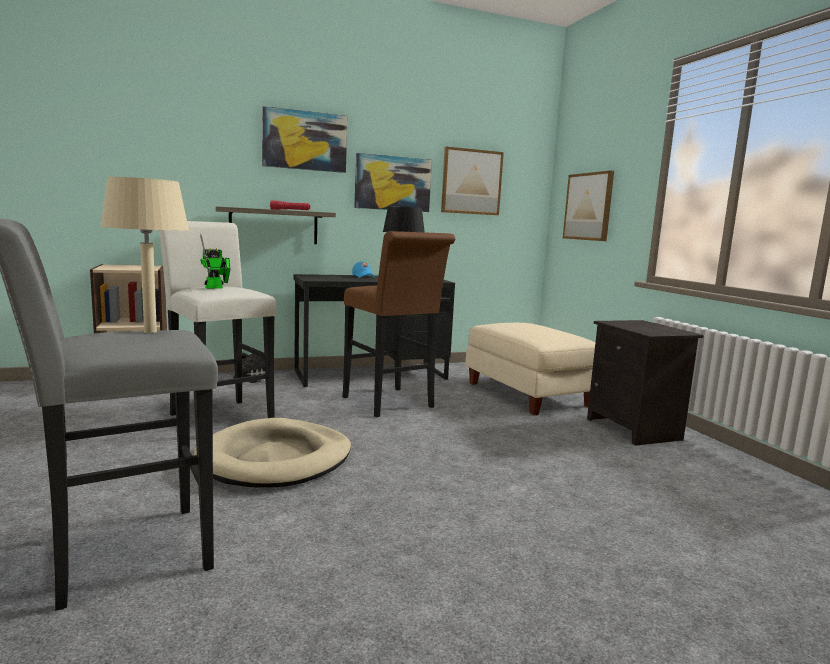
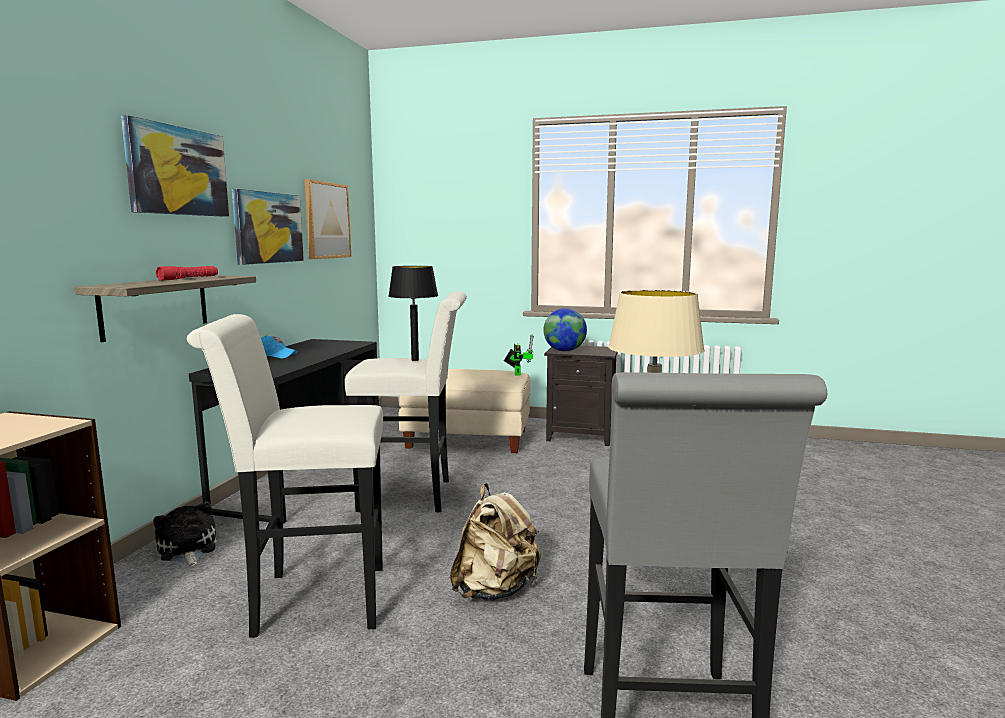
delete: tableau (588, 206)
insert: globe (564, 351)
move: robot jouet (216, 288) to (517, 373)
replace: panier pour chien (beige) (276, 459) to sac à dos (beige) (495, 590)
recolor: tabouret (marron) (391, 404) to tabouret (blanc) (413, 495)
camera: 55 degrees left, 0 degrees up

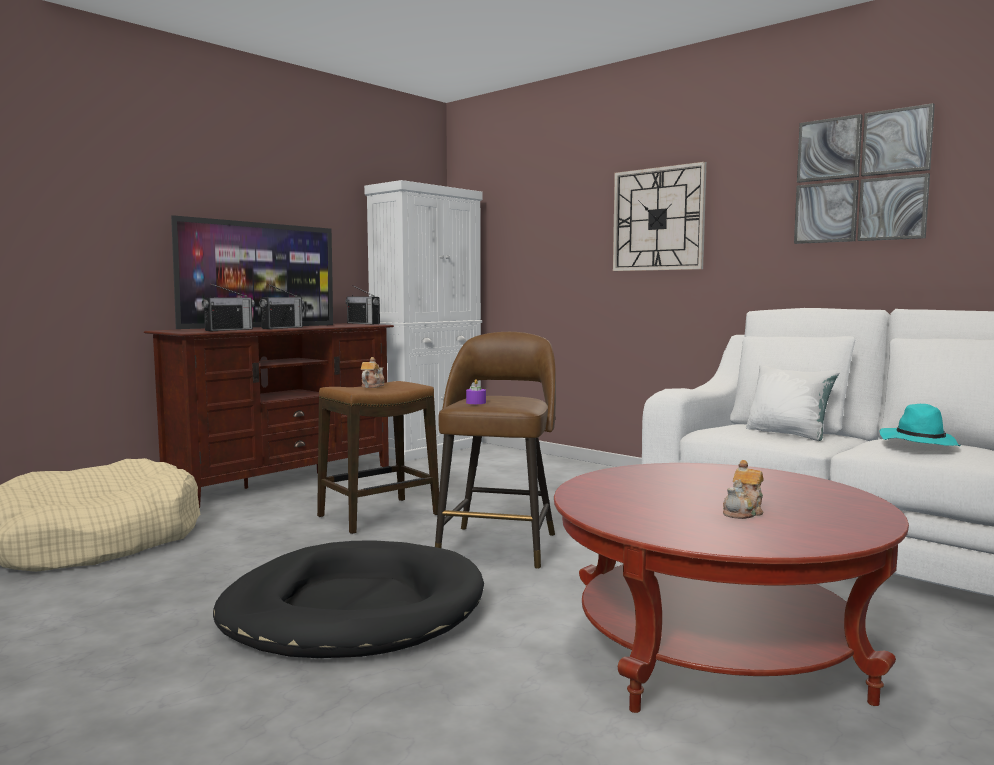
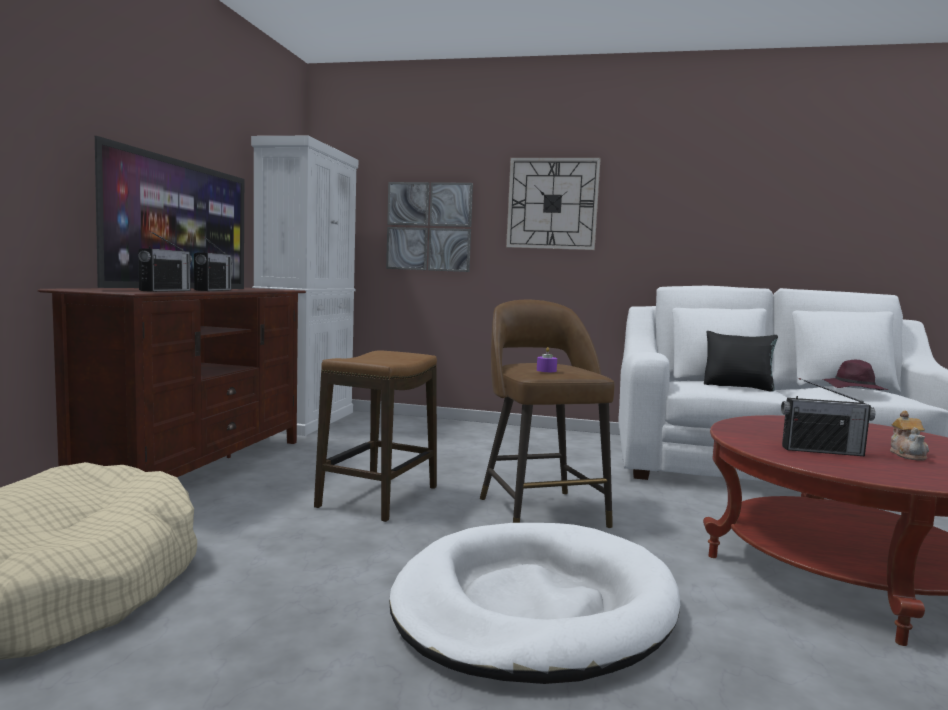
delete: théière (372, 386)
move: radio (363, 323) to (821, 451); tableau (860, 178) to (429, 227)
recolor: panier pour chien (noir) (353, 609) to panier pour chien (blanc) (533, 607); coussin (blanc) (788, 434) to coussin (noir) (738, 387); chapeau (turquoise) (918, 442) to chapeau (violet) (853, 389)
camera: 30 degrees left, 0 degrees up

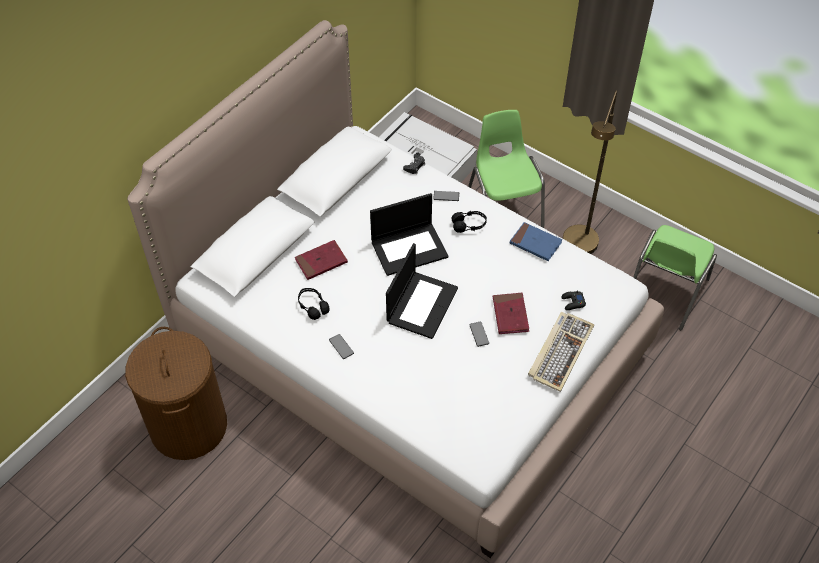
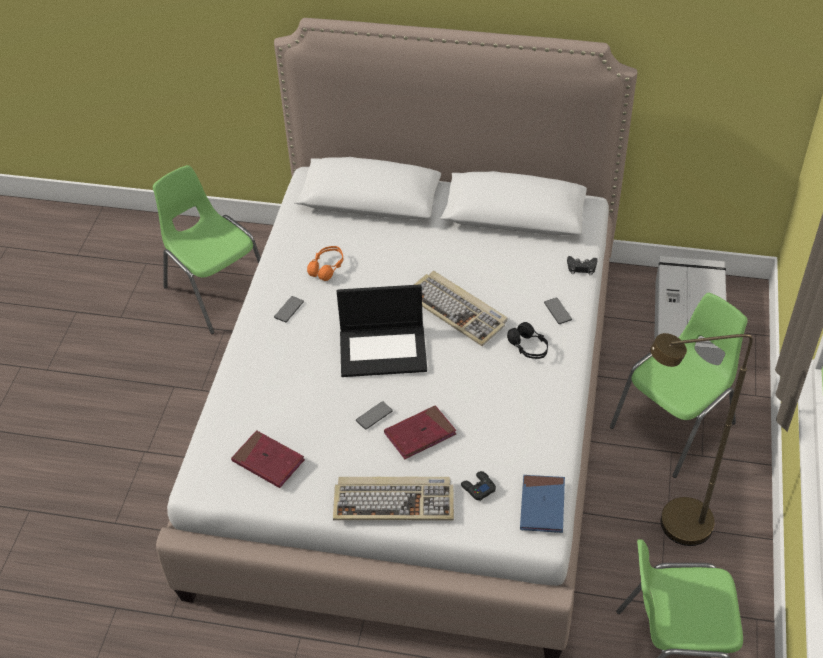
move: livre (rouge) (321, 261) to (268, 461); livre (bleu) (535, 243) to (542, 505)
replace: panier à linge (marron) (188, 426) to chaise (vert) (216, 291); ordinateur portable (409, 248) to clavier (457, 310)
recolor: casque audio (noir) (313, 306) to casque audio (orange) (327, 268)
camera: 65 degrees right, 5 degrees down

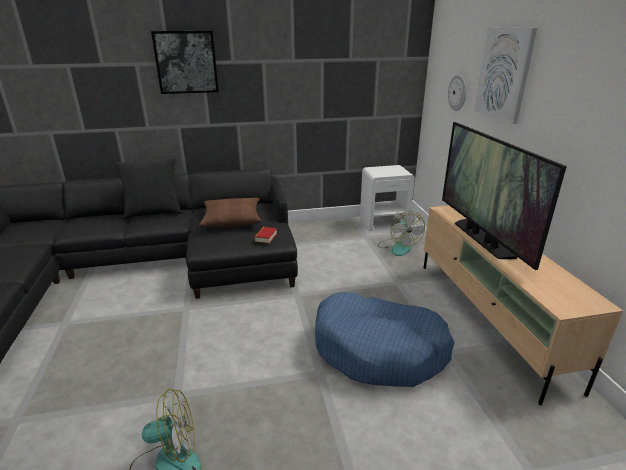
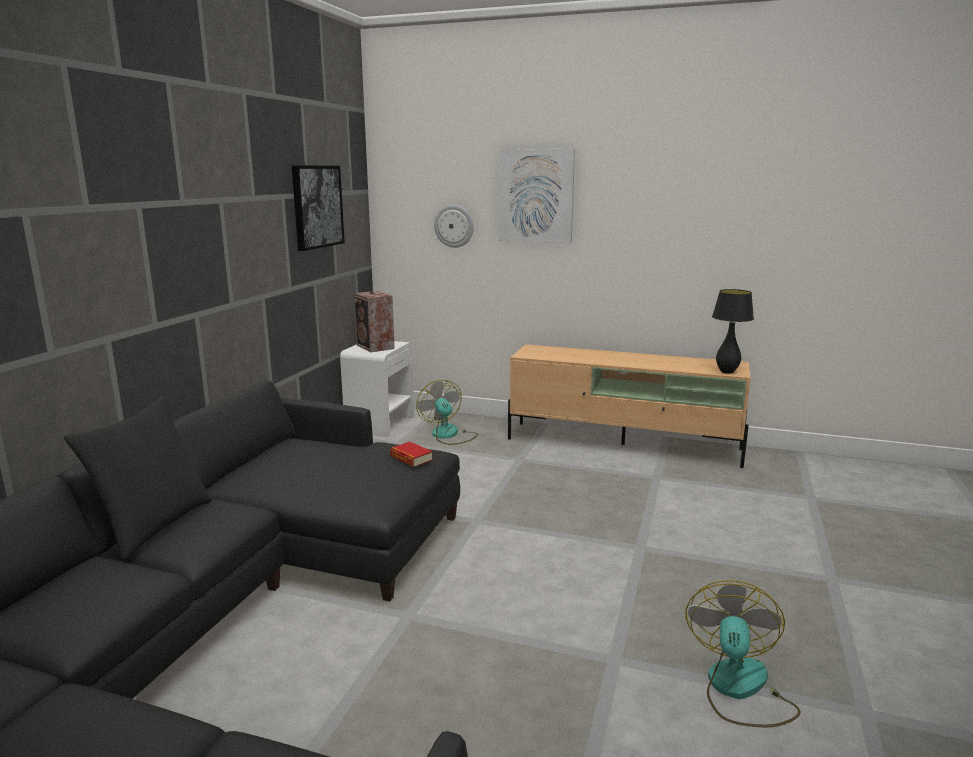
delete: coussin (marron) (232, 219); panier pour chien (bleu) (379, 349); téléviseur (482, 239)
insert: enceinte (375, 347); lampe de table (noir) (727, 372)
move: tableau (186, 62) to (317, 206)
rotate: ventilateur (398, 247) = (449, 435) 135 degrees counterclockwise
camera: 60 degrees left, 10 degrees down

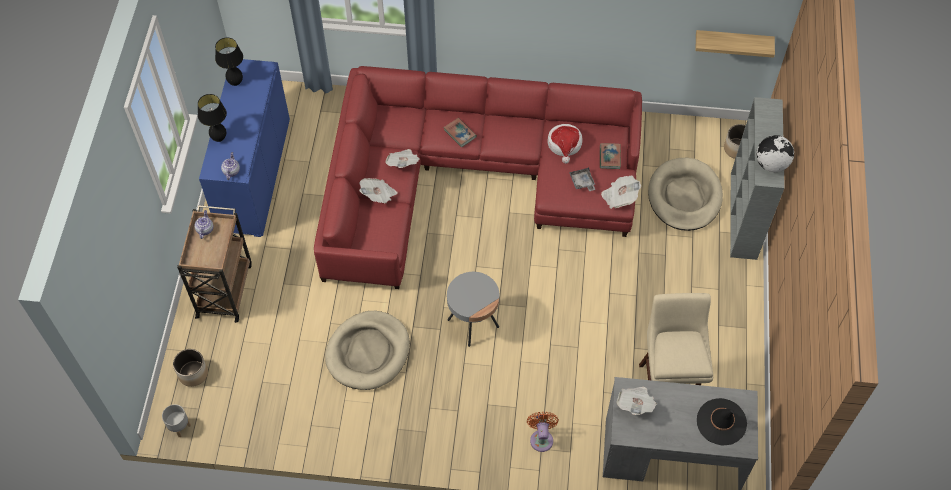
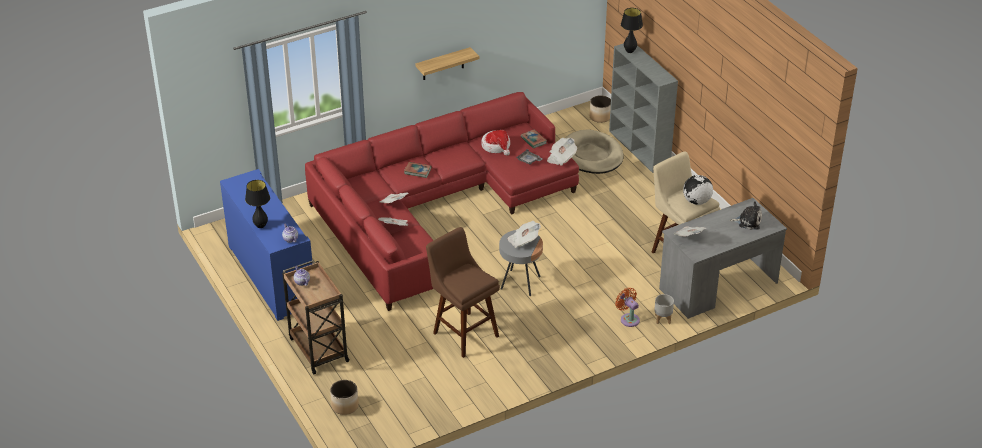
insert: journal (523, 240)
move: cache-pot (gris) (179, 426) to (662, 319); lampe de table (noir) (235, 82) to (630, 51); étagère (733, 42) to (443, 64); globe (771, 164) to (696, 201)
replace: panier pour chien (beige) (368, 352) to tabouret (marron) (463, 332); chapeau (noir) (721, 422) to peluche (748, 221)
camera: 35 degrees left, 20 degrees down

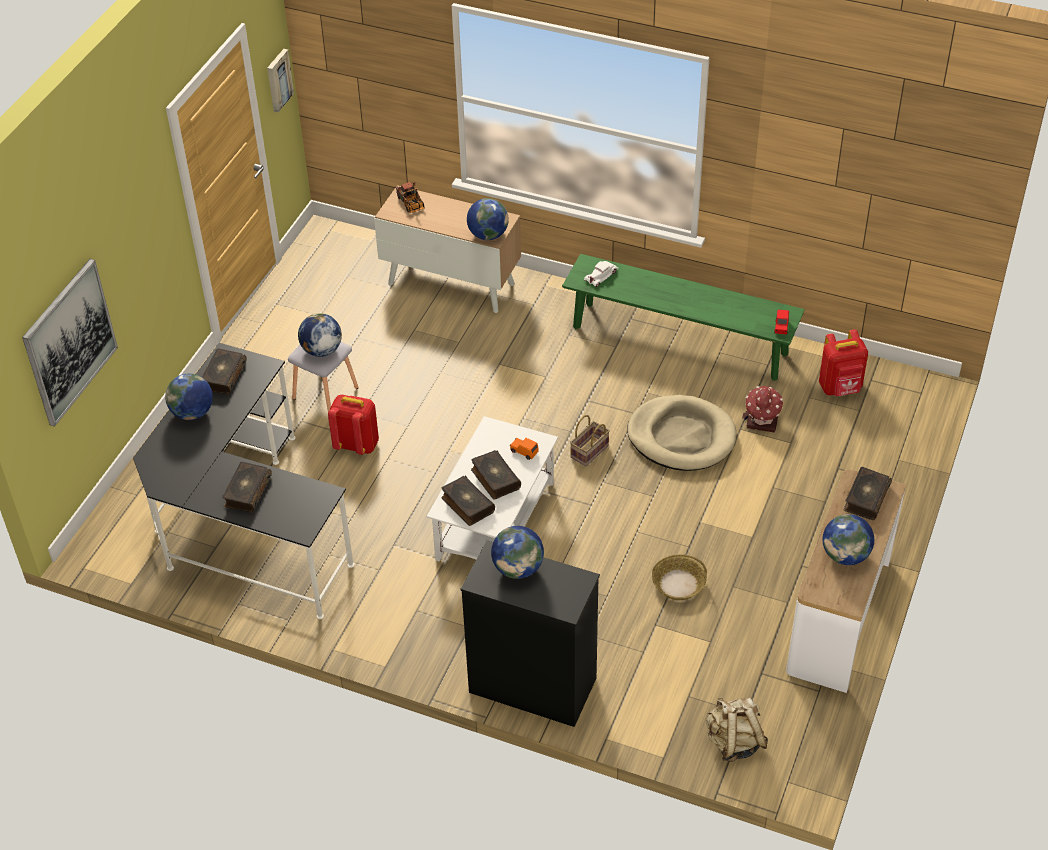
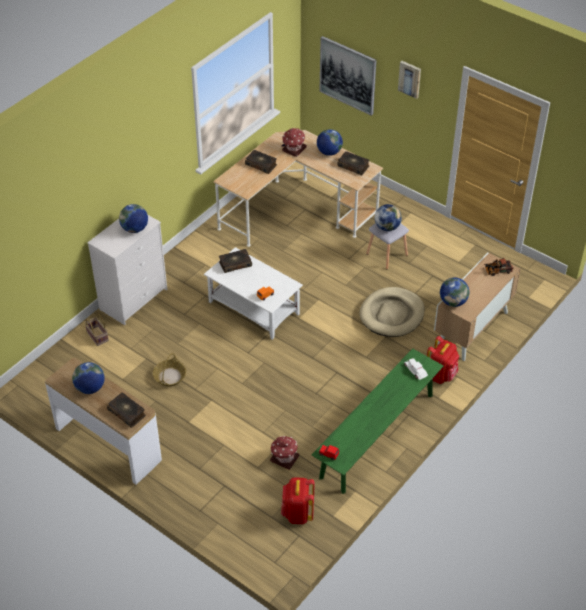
delete: livre (495, 479); sac à dos (beige) (734, 742)
insert: maison miniature (293, 149)
move: tableau (278, 80) to (410, 79); sac à dos (rouge) (357, 444) to (441, 375); panier (589, 452) to (96, 336); panier pour chien (beige) (681, 437) to (392, 314)
recolor: bureau (noir) (244, 524) to bureau (beige) (296, 210); commode (noir) (531, 685) to commode (blanc) (134, 299)
camera: 105 degrees right, 0 degrees up

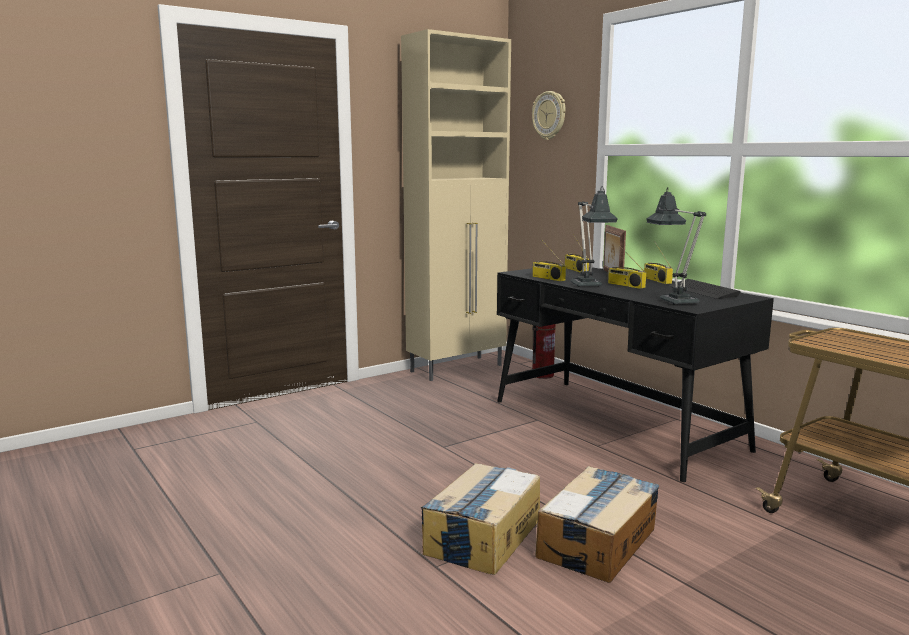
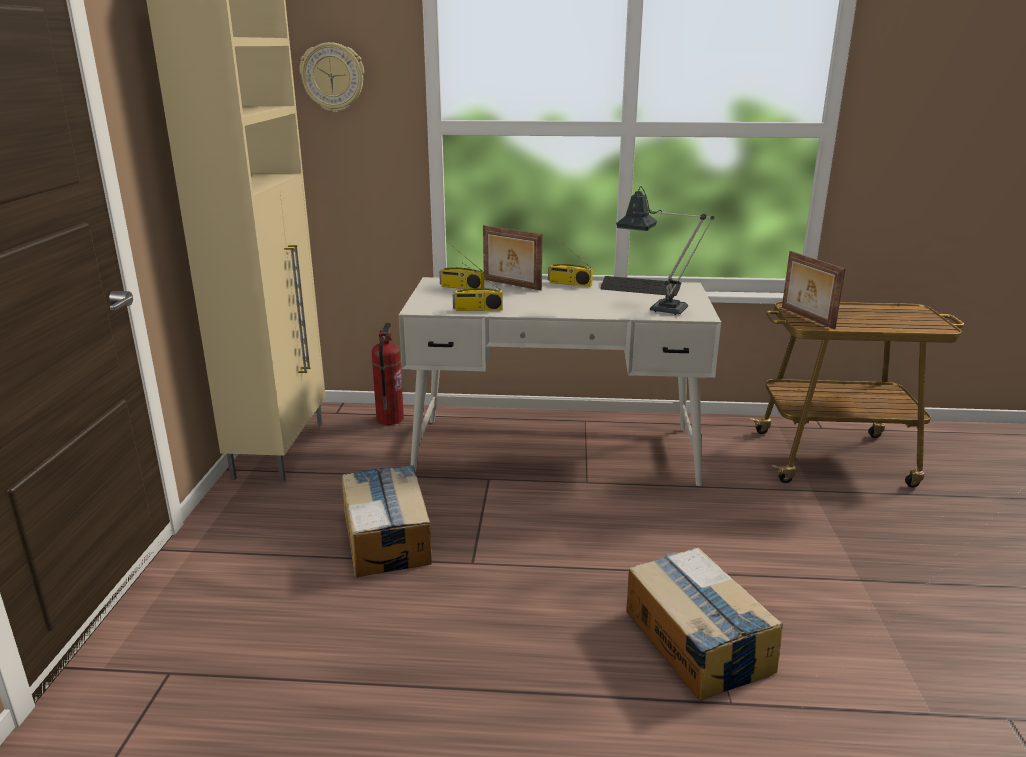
delete: lampe de table (588, 286); radio (625, 285)
insert: cadre photo (806, 318)
move: carton (598, 542) to (387, 537)
recolor: bureau (noir) (614, 424) to bureau (blanc) (556, 451)
camera: 50 degrees left, 10 degrees up

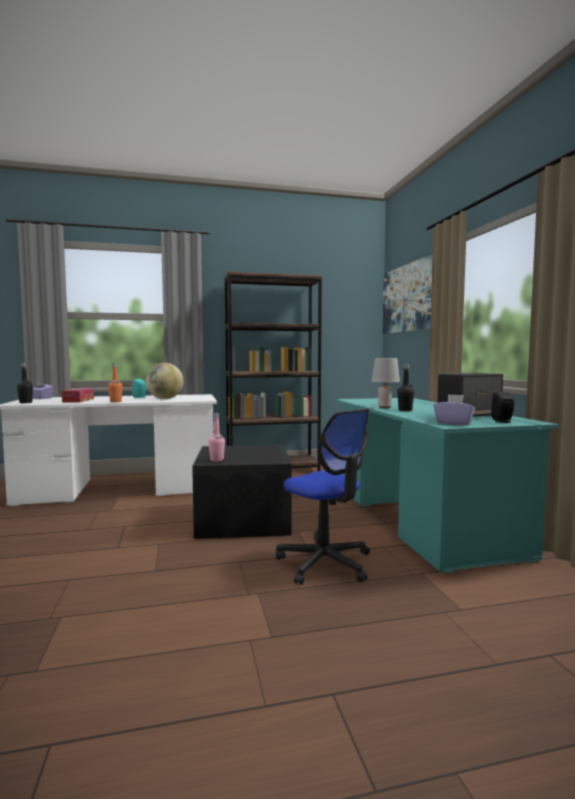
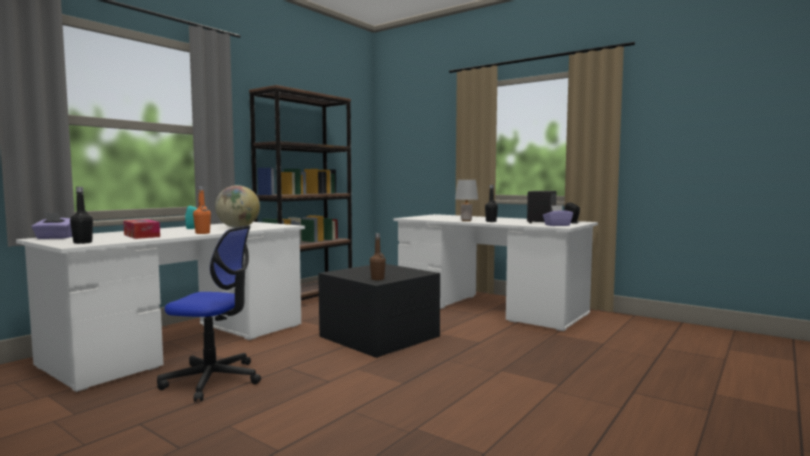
delete: tableau (408, 298)
move: chaise de bureau (325, 563) to (213, 380)
recolor: bouteille (rose) (217, 460) to bouteille (marron) (377, 279); bureau (turquoise) (419, 518) to bureau (blanc) (489, 307)
camera: 40 degrees left, 0 degrees up

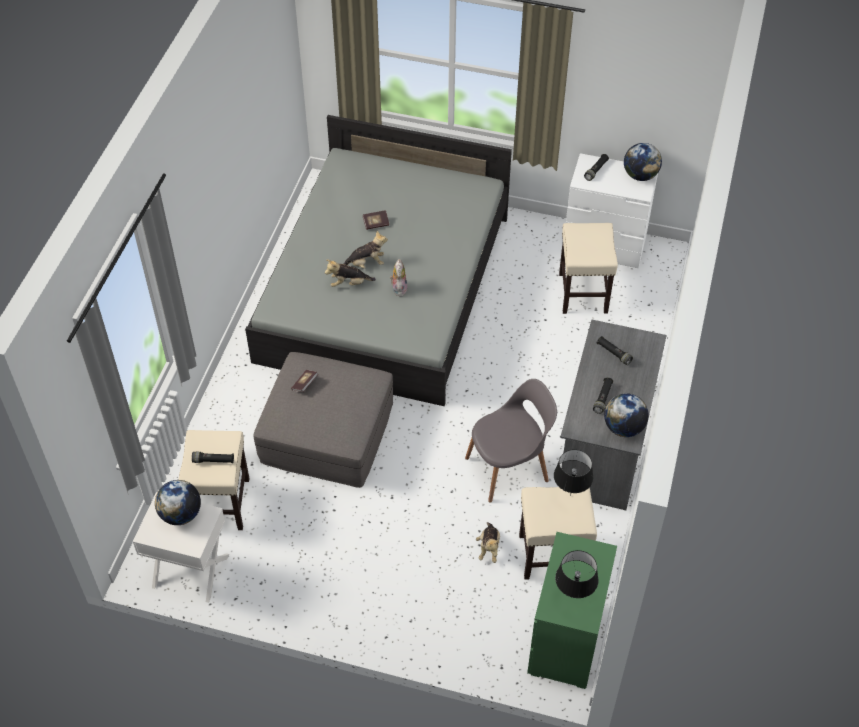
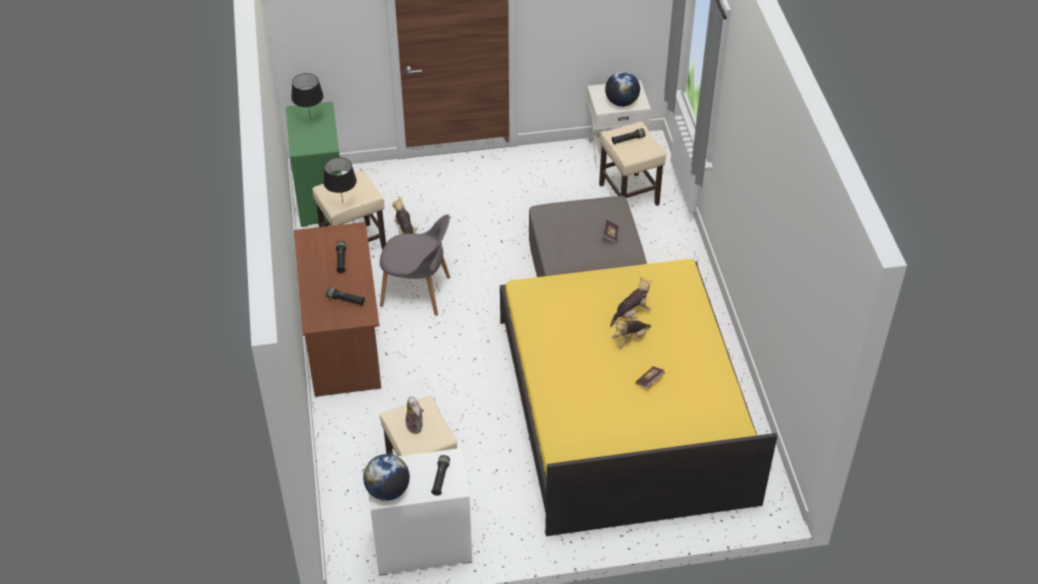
delete: globe (623, 428)
move: peluche (398, 288) to (416, 426)
recolor: lit (gris) (384, 288) to lit (jaune) (624, 408); bureau (gris) (605, 443) to bureau (marron) (342, 339)
rotate: chaise (gris) (509, 468) = (417, 292) 120 degrees counterclockwise
camera: 155 degrees right, 5 degrees down

